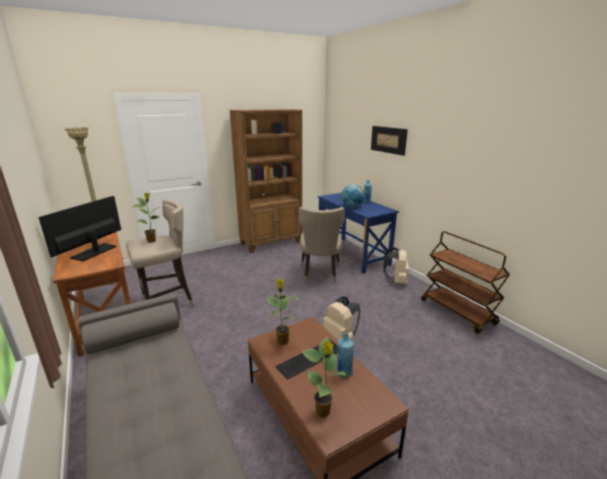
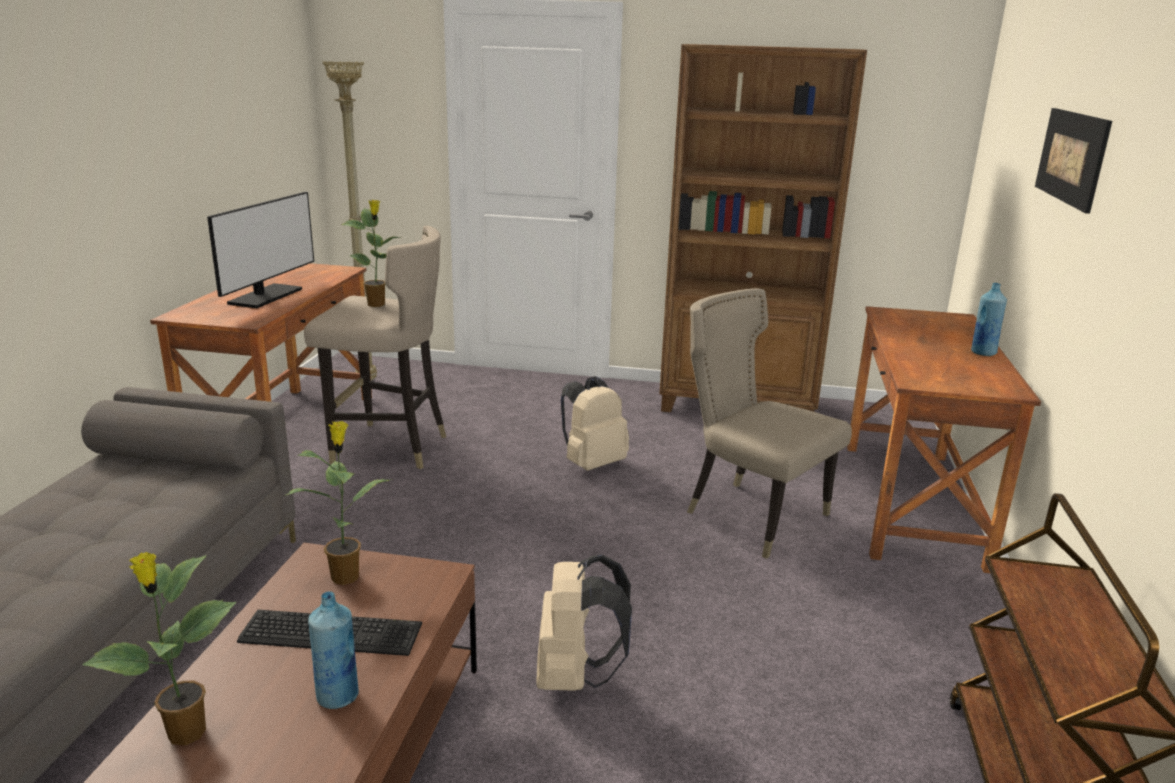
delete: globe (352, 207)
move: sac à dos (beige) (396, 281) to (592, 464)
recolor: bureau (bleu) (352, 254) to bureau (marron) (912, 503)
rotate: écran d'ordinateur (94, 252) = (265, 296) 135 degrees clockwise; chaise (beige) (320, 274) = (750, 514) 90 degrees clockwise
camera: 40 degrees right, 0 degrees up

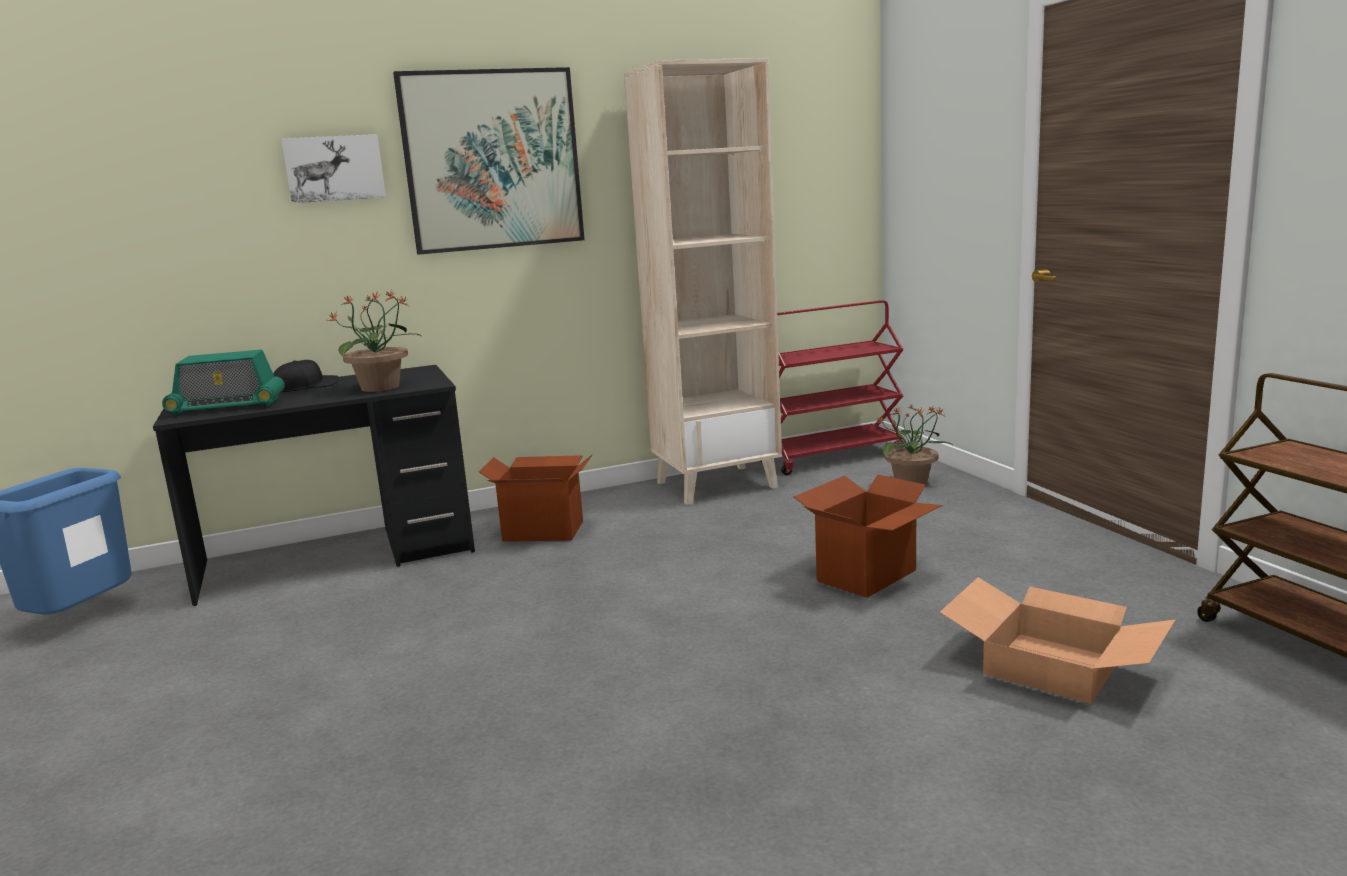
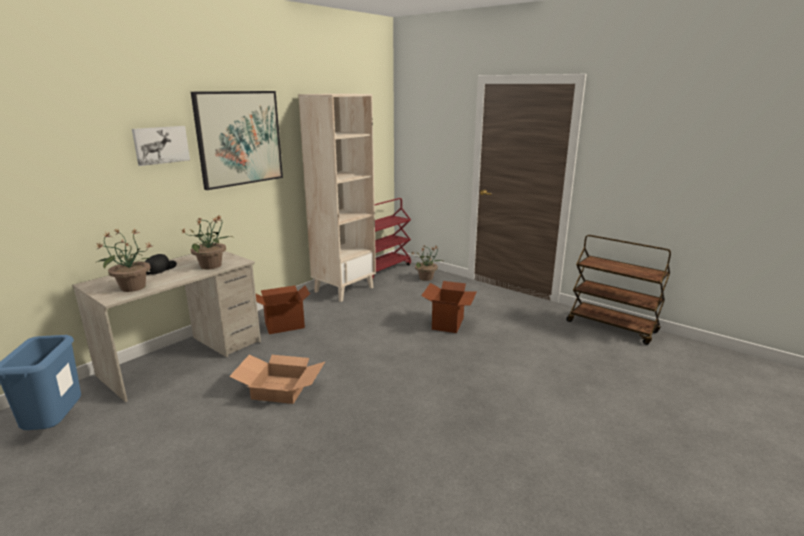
move: carton (1049, 667) to (279, 389)
replace: radio (227, 406) to plante en pot (132, 287)
recolor: bureau (noir) (338, 557) to bureau (beige) (184, 358)
camera: 30 degrees left, 5 degrees up

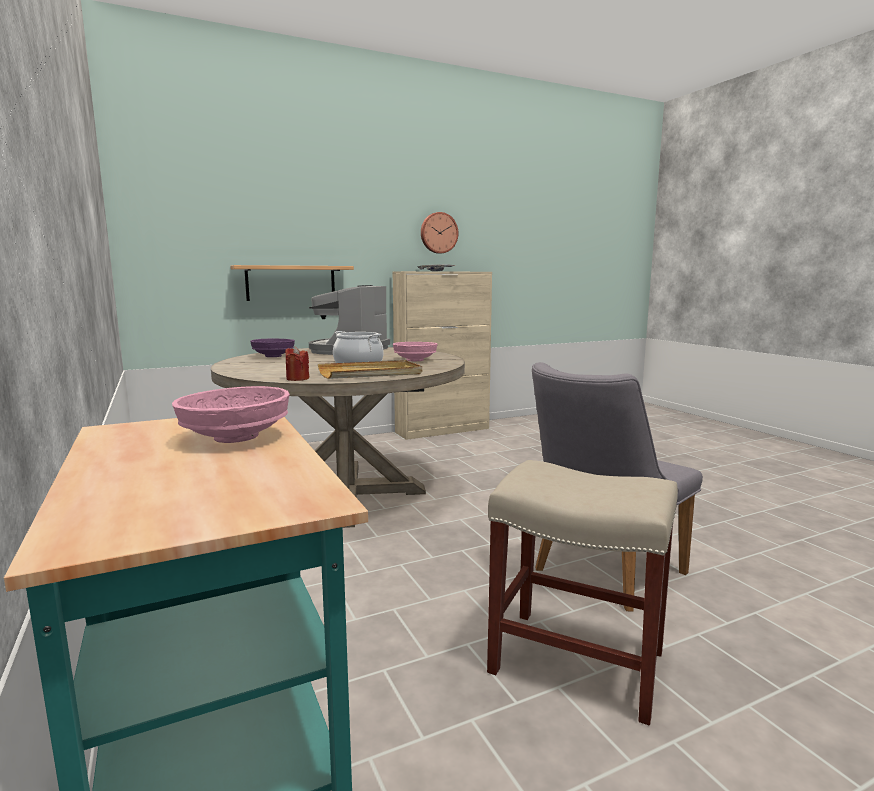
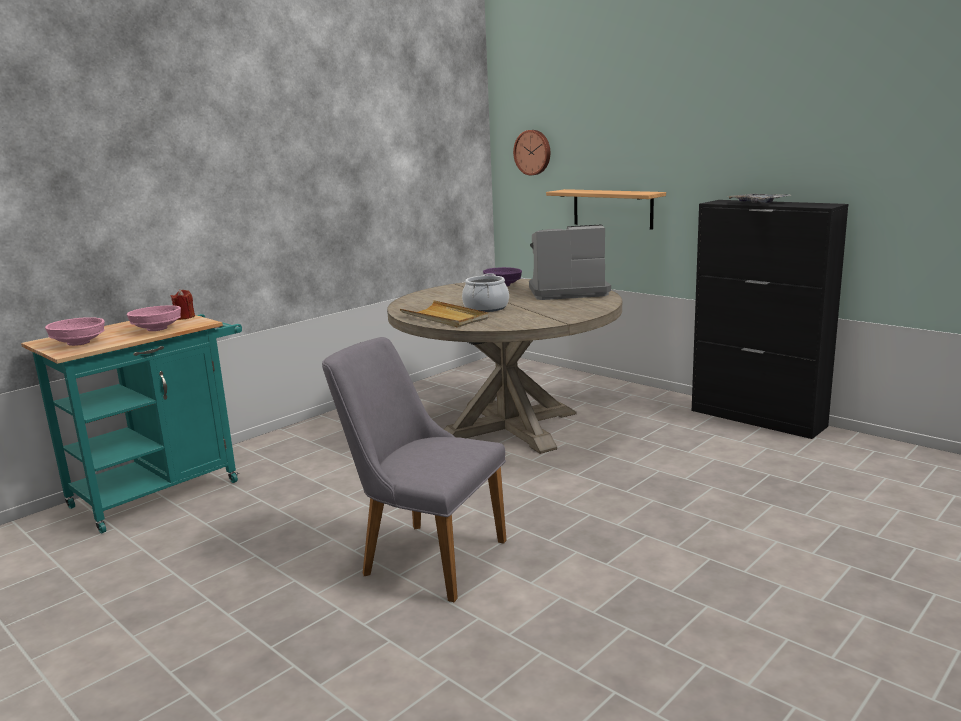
delete: tabouret (beige) (574, 661)
move: bougie (rouge) (297, 379) to (185, 317); bol (rose) (415, 360) to (78, 343); horloge murale (438, 233) to (533, 152)
recolor: meuble de rangement (beige) (443, 430) to meuble de rangement (noir) (758, 418)
camera: 70 degrees right, 5 degrees up

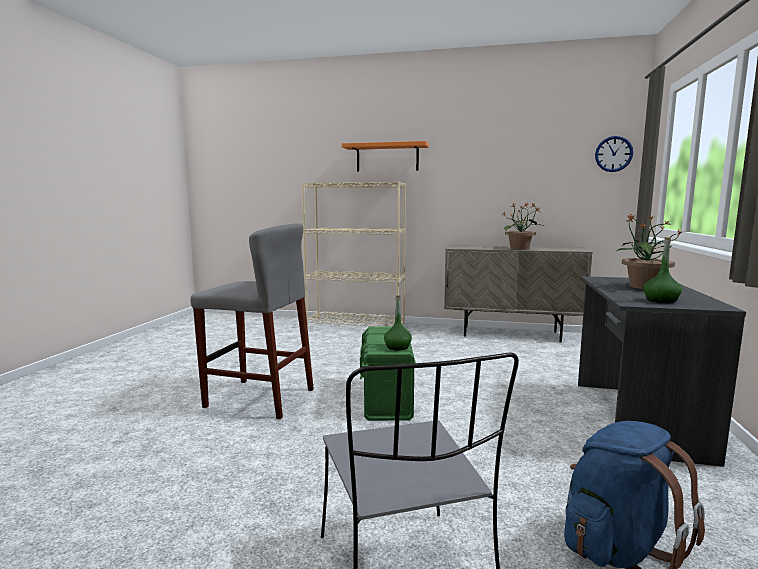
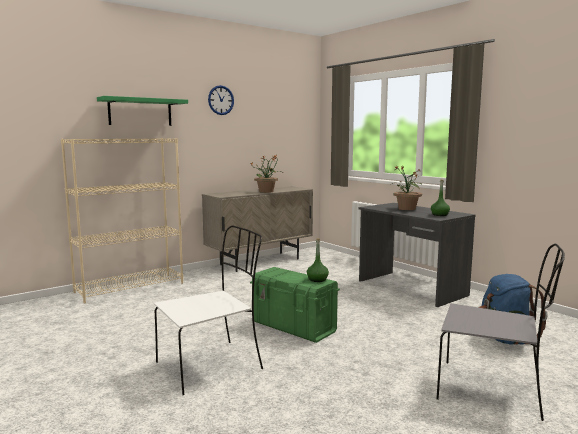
move: horloge murale (613, 154) to (221, 100)
replace: tabouret (gris) (259, 398) to chaise (blanc) (211, 365)
recolor: étagère (orange) (387, 157) to étagère (vert) (140, 112)
camera: 50 degrees left, 0 degrees up

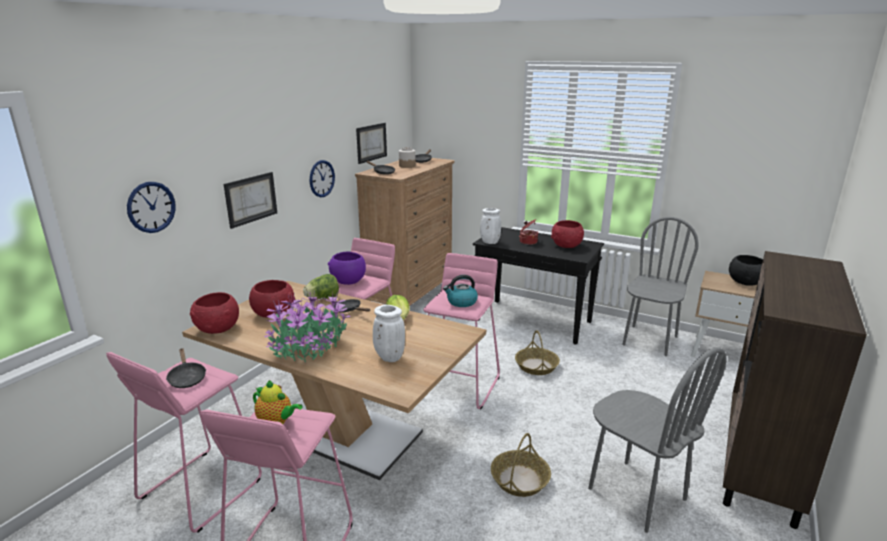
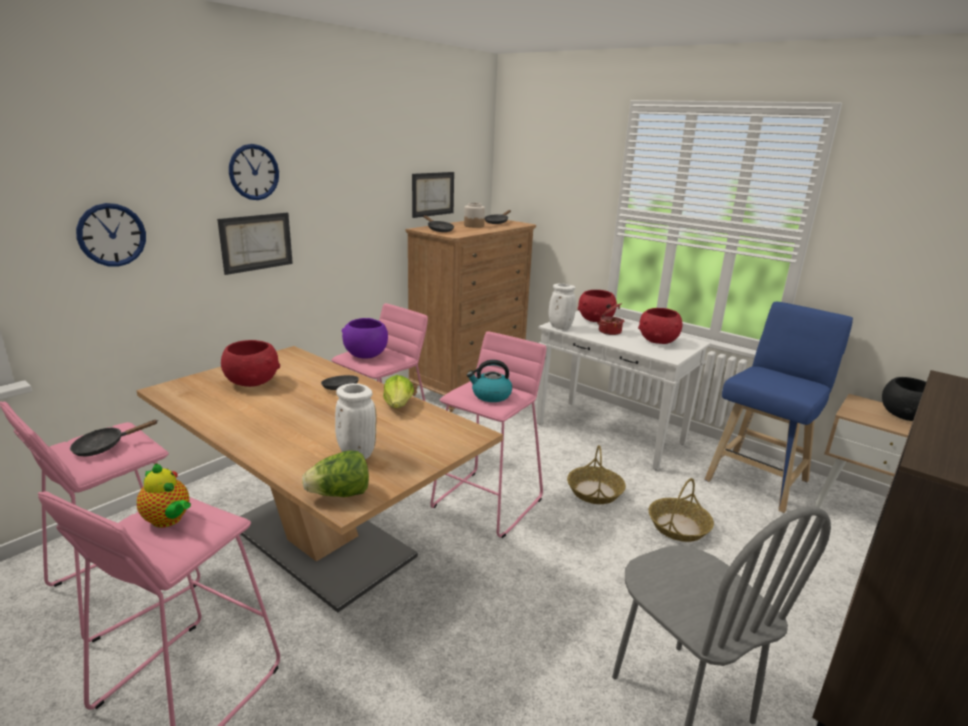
delete: plante en pot (309, 348)
move: bol (rouge) (218, 329) to (596, 320); laitue (323, 298) to (339, 494); horloge murale (322, 178) to (254, 172); panier (520, 480) to (678, 527)
replace: chaise (gris) (649, 340) to tabouret (bleu) (759, 478)
recolor: table console (noir) (534, 321) to table console (blanc) (610, 434)
rotate: poêle (noir) (187, 378) = (104, 446) 75 degrees clockwise
camera: 10 degrees right, 0 degrees up

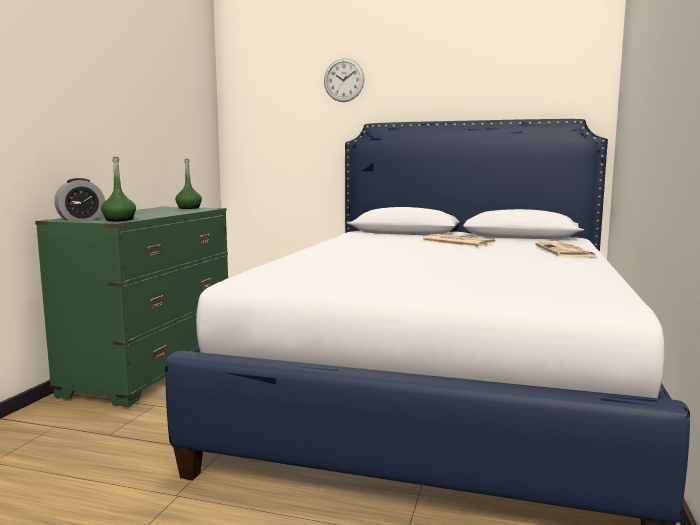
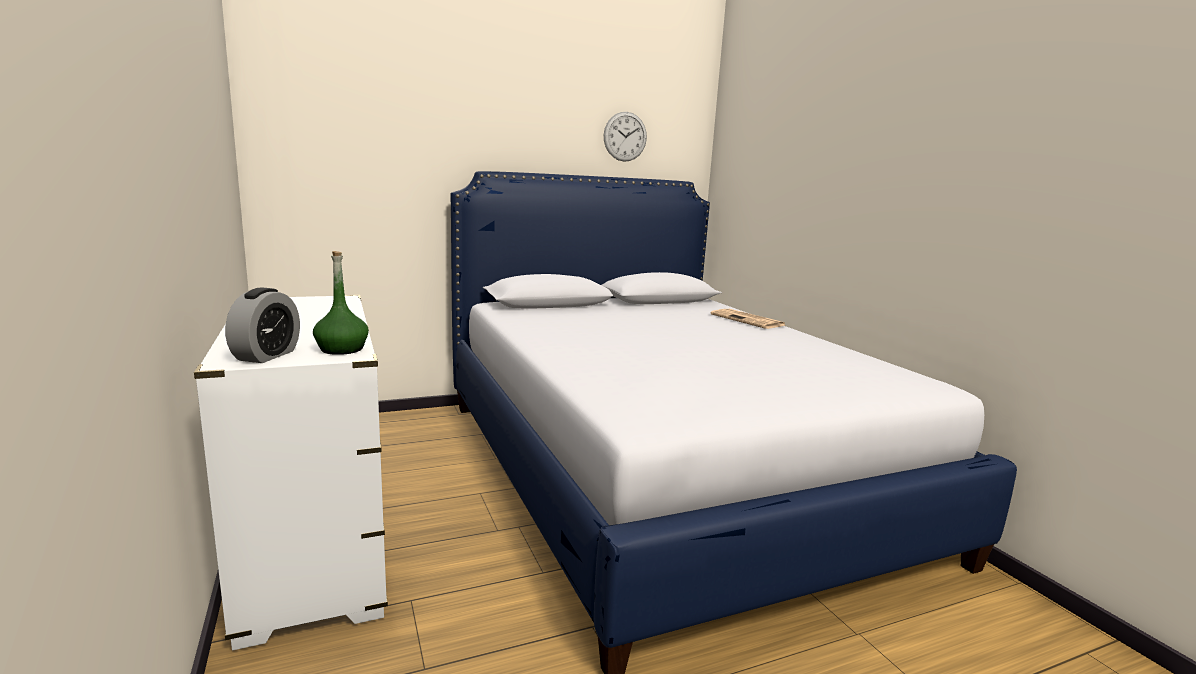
delete: bouteille (vert) (189, 208); journal (456, 242)
move: horloge murale (344, 80) to (625, 136)
recolor: commode (vert) (152, 369) to commode (blanc) (313, 548)
camera: 40 degrees left, 5 degrees up

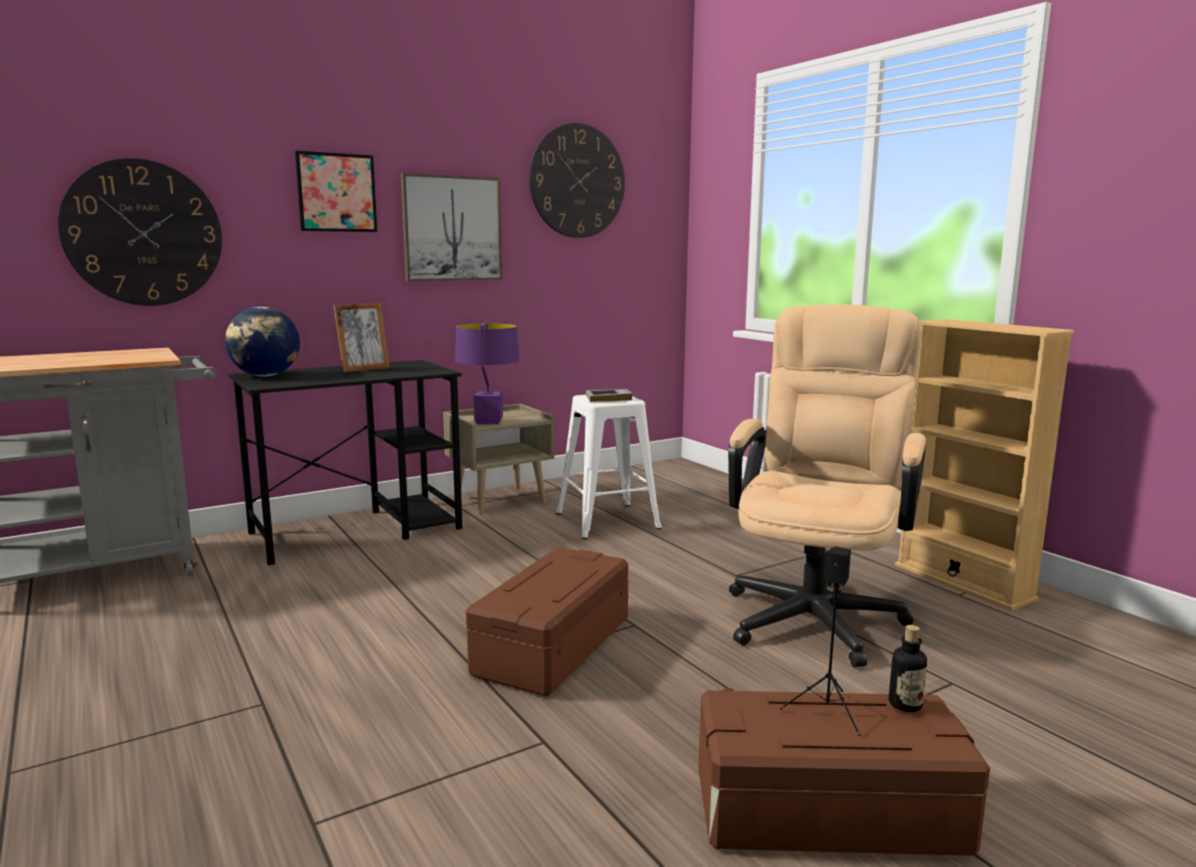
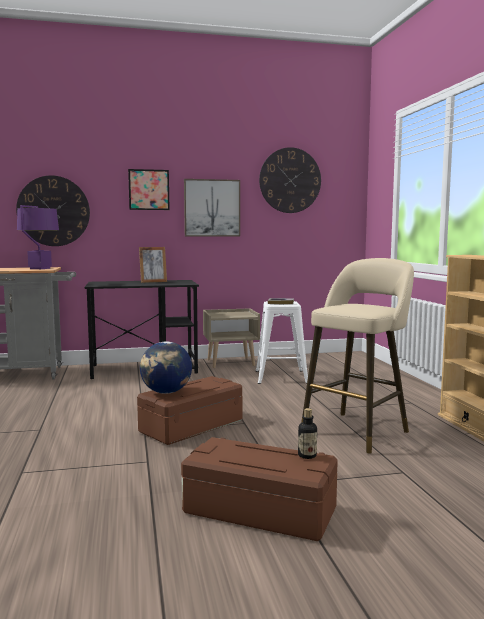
delete: enceinte (noir) (828, 711)
move: globe (266, 376) to (166, 392); lampe de table (violet) (488, 422) to (39, 268)
replace: chaise de bureau (beige) (816, 611) to tabouret (beige) (357, 430)
camera: 20 degrees right, 5 degrees down

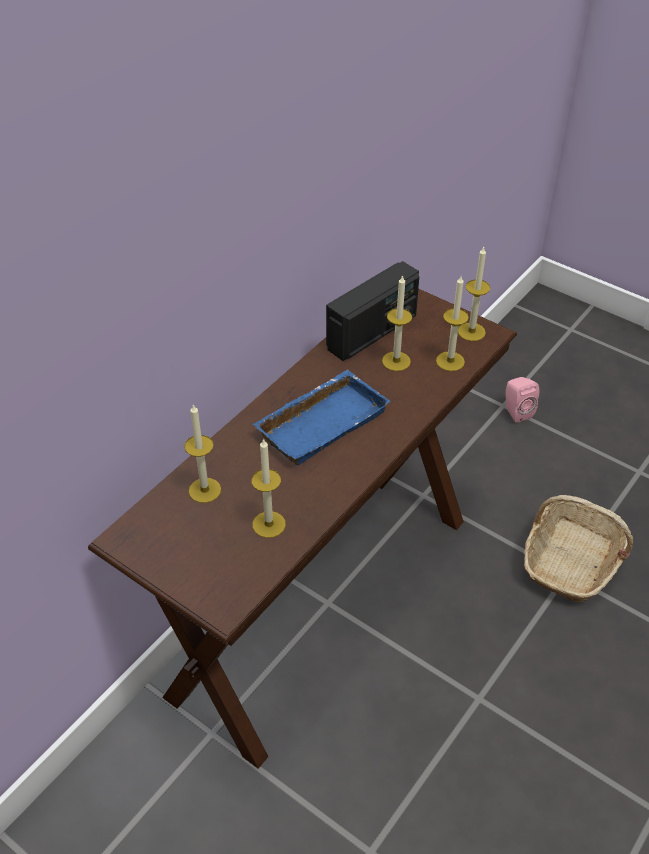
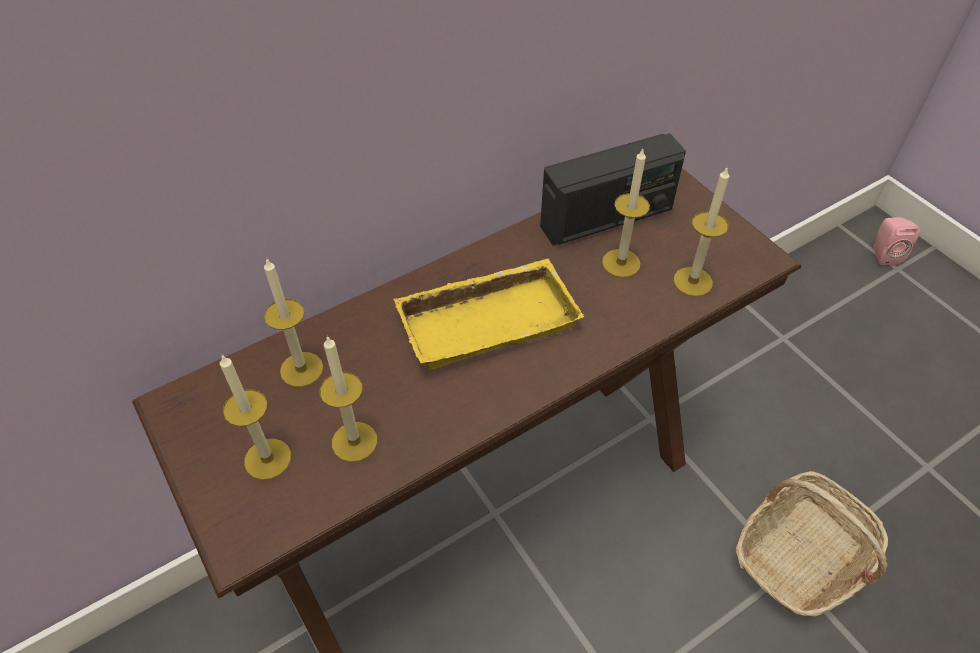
move: bougie (471, 332) to (268, 459); enceinte (rose) (516, 411) to (883, 254)
recolor: plateau (bleu) (321, 421) to plateau (jaune) (488, 318)
camera: 20 degrees right, 5 degrees up

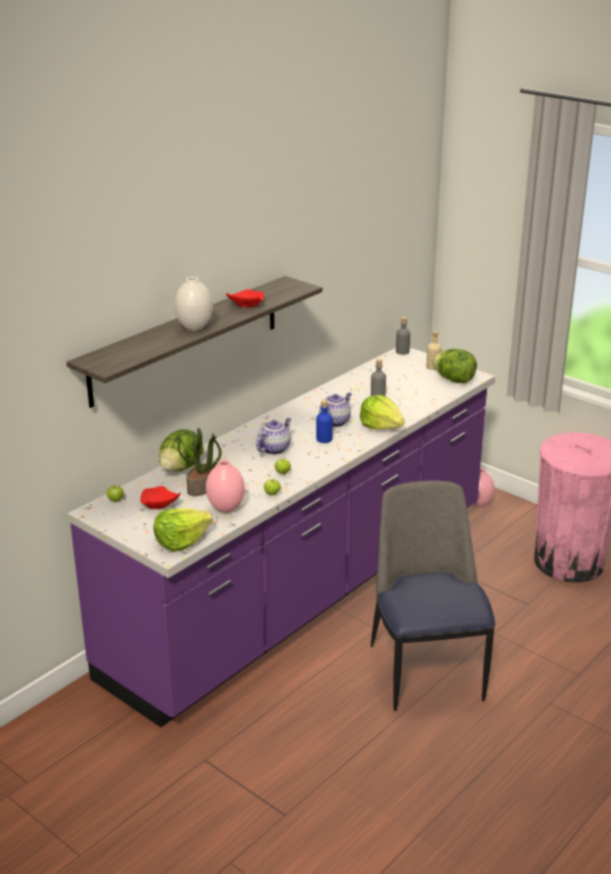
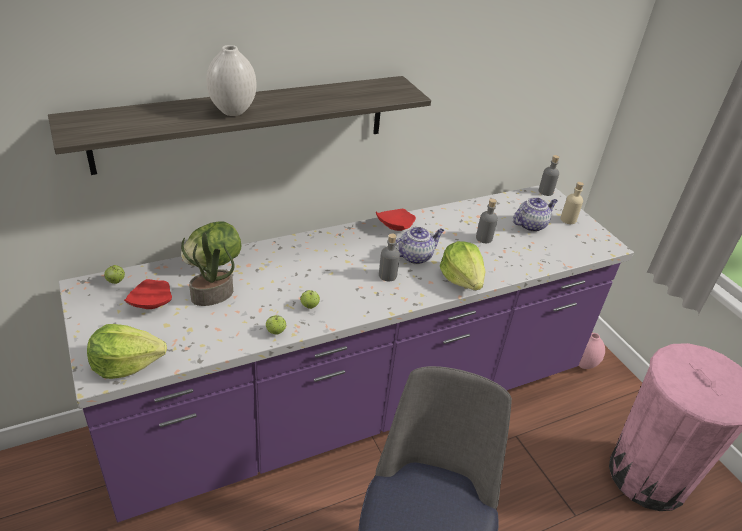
delete: vase (rose) (226, 508); laitue (454, 380)
move: assiette (rouge) (246, 305) to (394, 225); théière (274, 449) to (531, 225)
recolor: bouteille (bleu) (324, 439) to bouteille (gris) (387, 275)
camera: 20 degrees right, 10 degrees up

